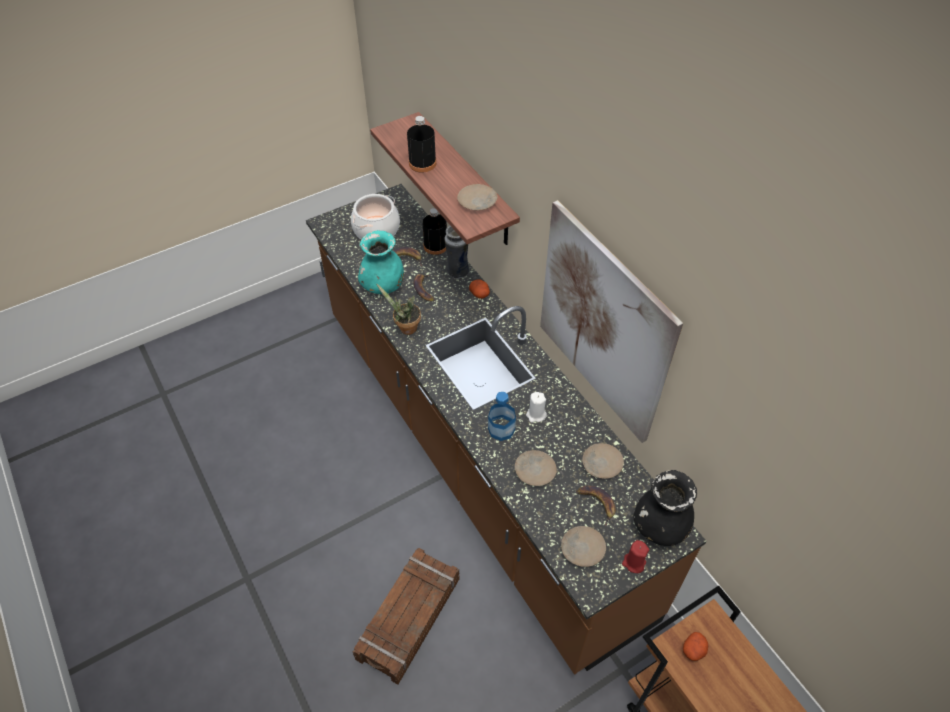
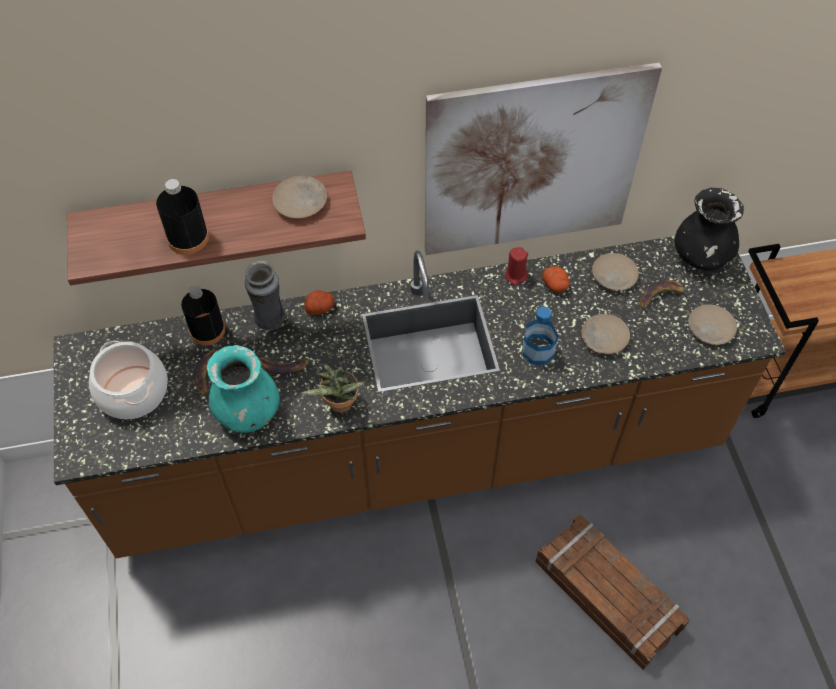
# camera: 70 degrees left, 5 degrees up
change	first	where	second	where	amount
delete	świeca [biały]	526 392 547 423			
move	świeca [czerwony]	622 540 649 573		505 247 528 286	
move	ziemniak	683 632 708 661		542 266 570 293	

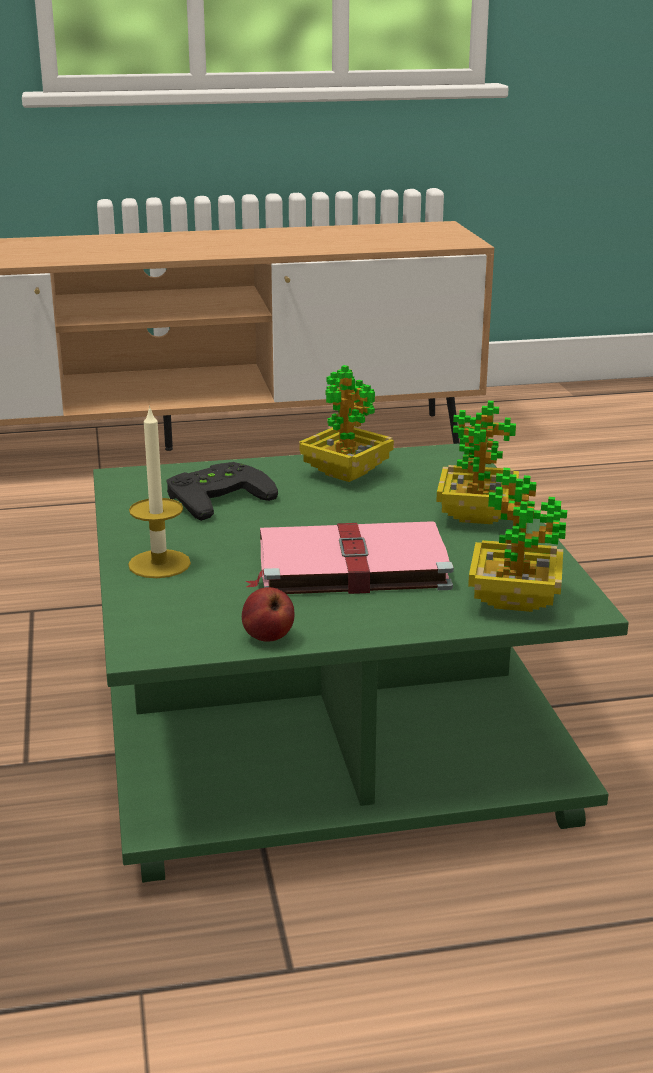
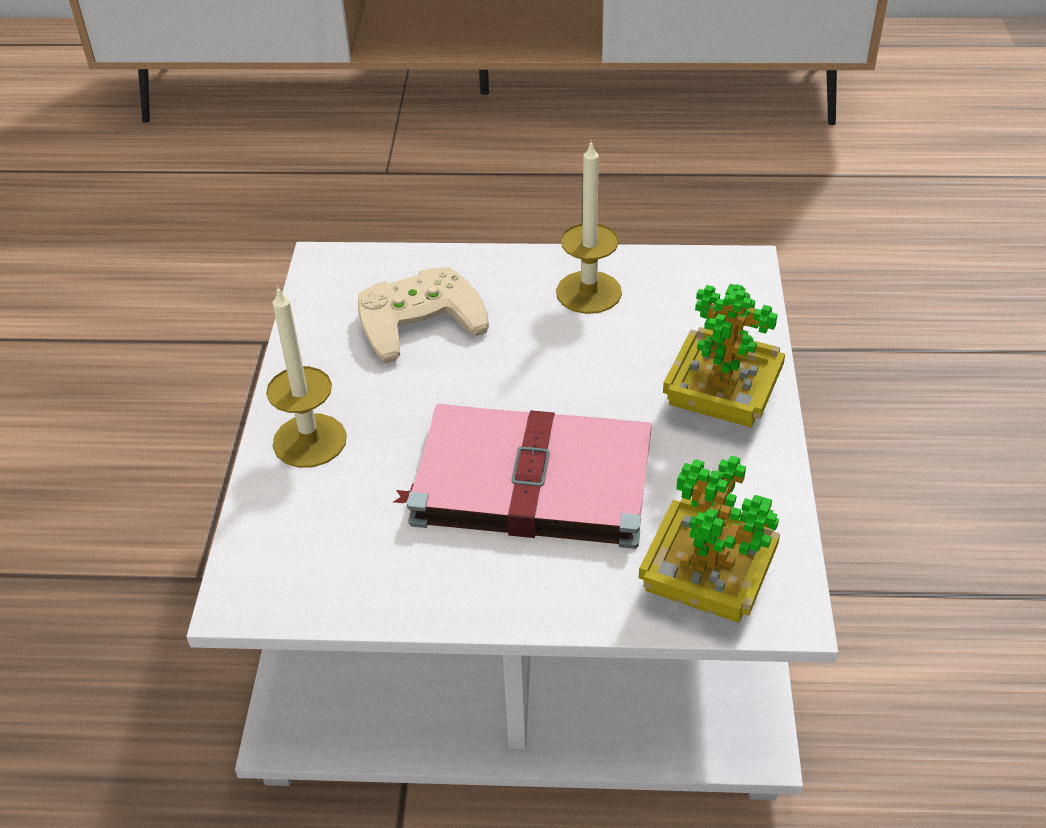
# camera: 15 degrees right, 20 degrees up
change	first	where	second	where	amount
recolor	ława [zielony]	93 443 629 883	ława [biały]	186 242 838 800	
recolor	pad do gier [czarny]	166 462 278 521	pad do gier [beżowy]	358 267 489 364	
delete	jabłko	242 587 294 642			
replace	roślina doniczkowa	299 365 394 482	świeca	556 139 622 314	

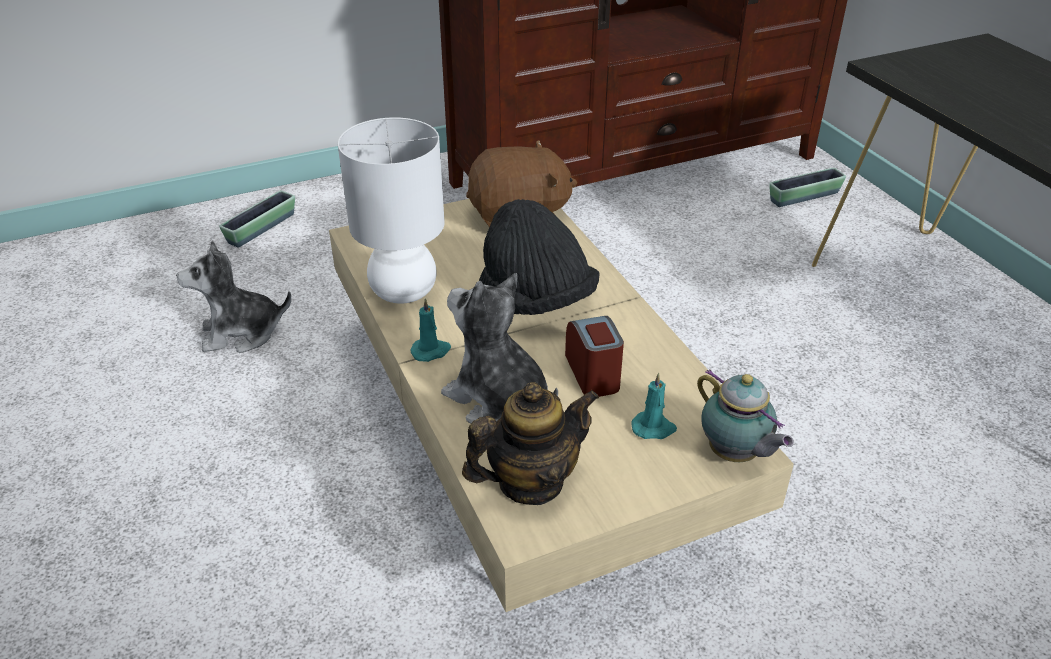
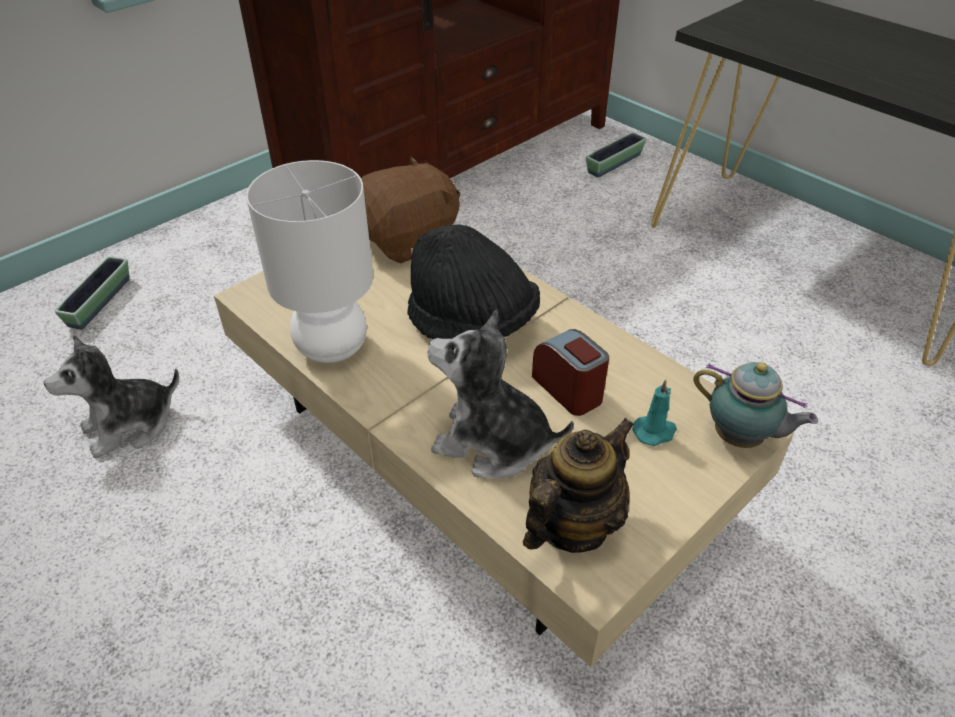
# camera: 20 degrees left, 5 degrees up
change	first	where	second	where	amount
delete	świeca [turkusowy]	410 298 451 362			

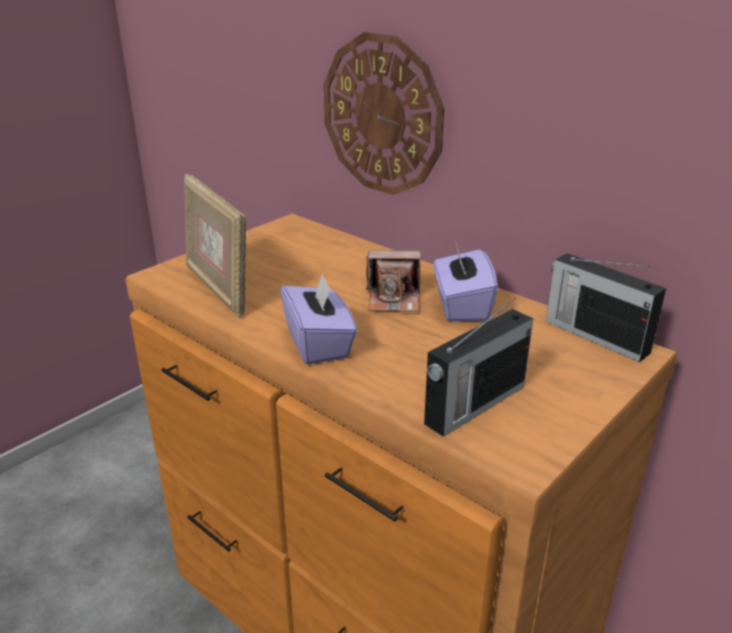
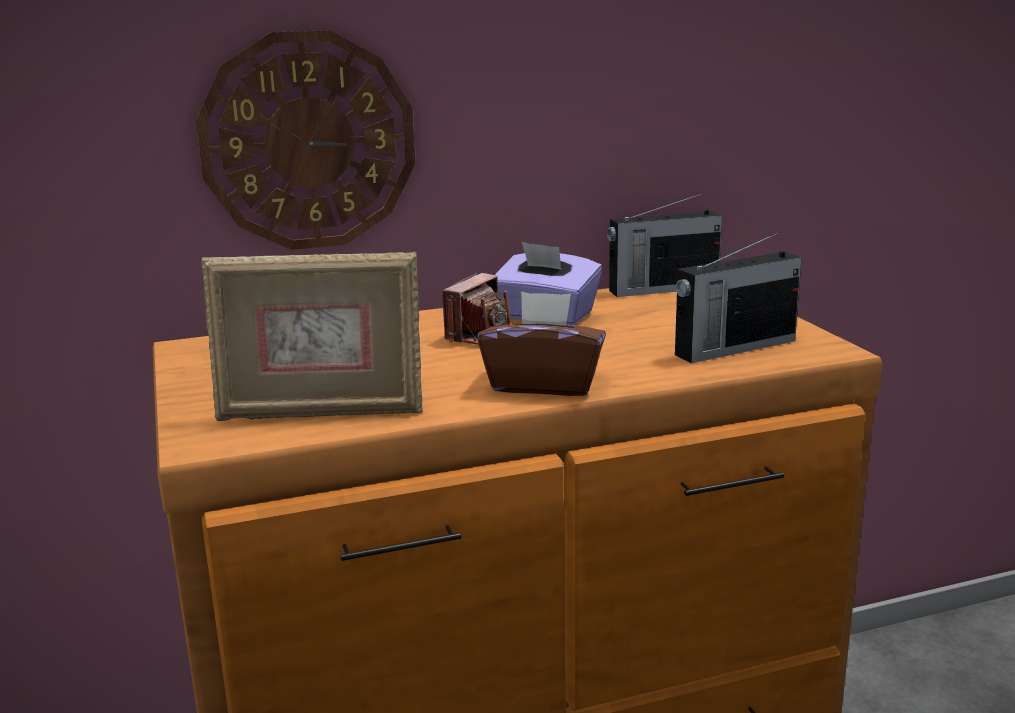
# camera: 60 degrees left, 10 degrees down
change	first	where	second	where	amount
recolor	pudełko chusteczek [fioletowy]	280 272 357 365	pudełko chusteczek [brązowy]	477 292 606 396	
rotate	radio	424 298 533 437		675 232 802 363	75 degrees clockwise

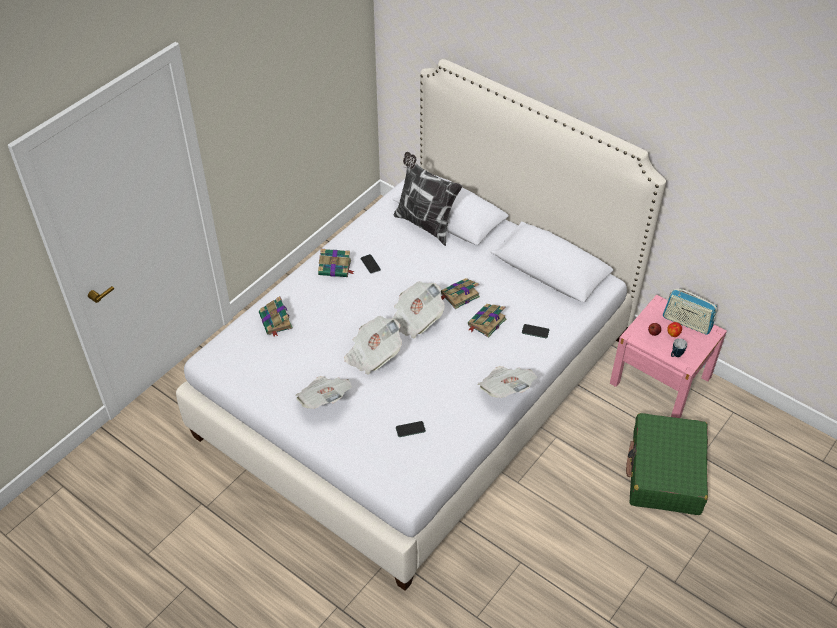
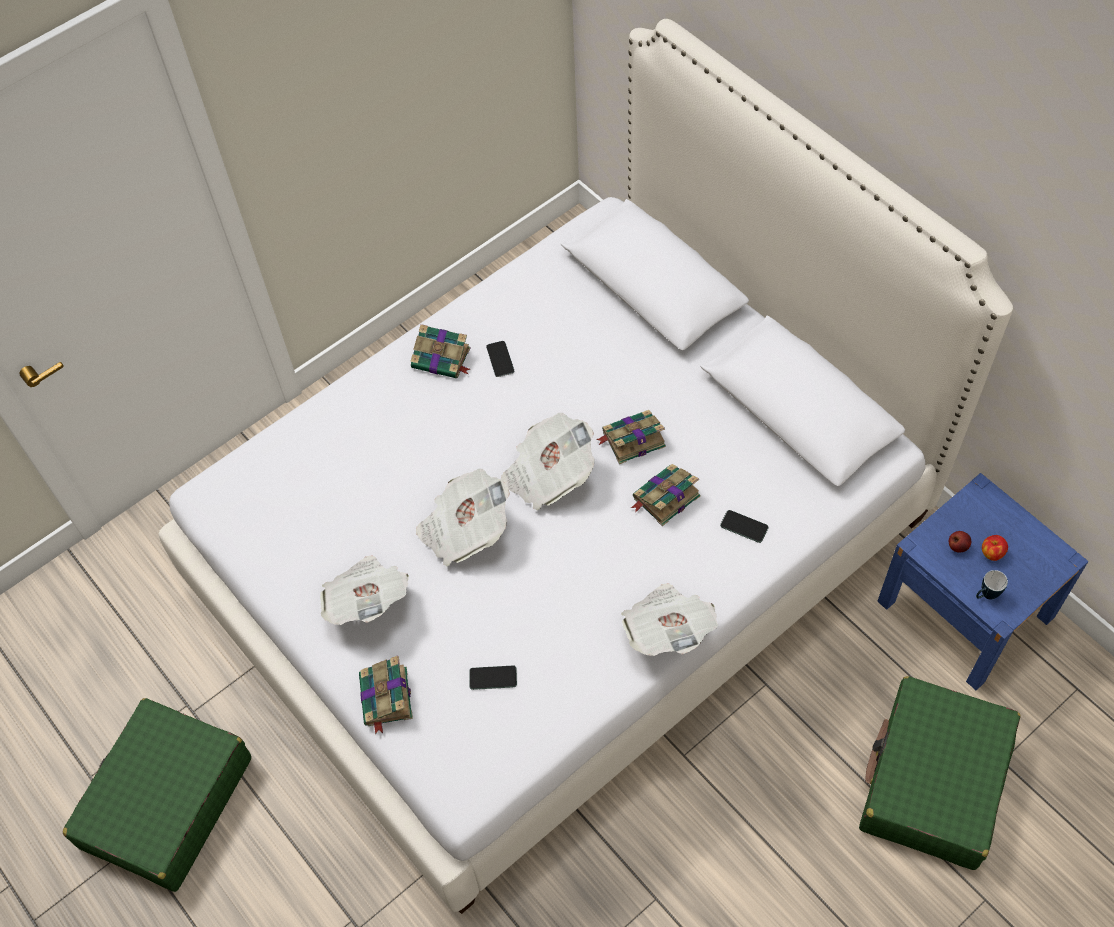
# camera: 15 degrees right, 10 degrees up
change	first	where	second	where	amount
move	książka	259 296 293 336		359 655 413 735	
delete	poduszka	394 152 462 246			
recolor	szafka nocna [różowy]	610 295 727 418	szafka nocna [niebieski]	878 473 1088 690	
delete	radio	663 289 717 334			
insert			walizka [zielony]	63 698 251 892	

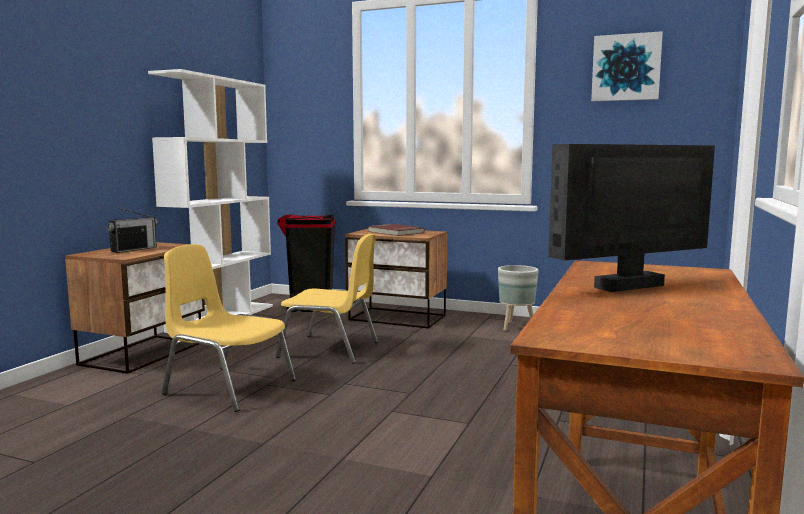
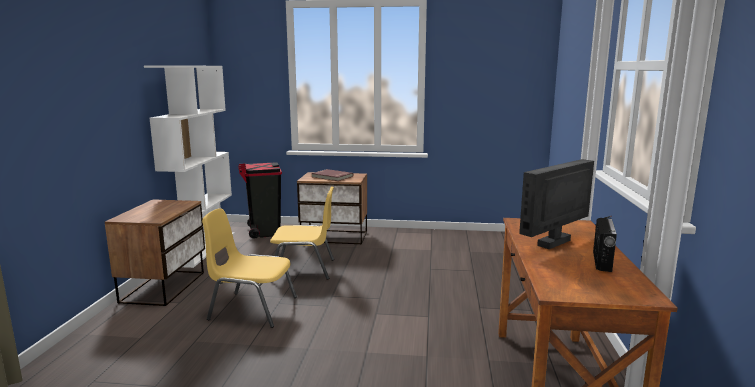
# camera: 15 degrees left, 5 degrees up
change	first	where	second	where	amount
move	radio	107 207 158 253		593 216 617 272	
delete	donica [szary]	498 265 539 331			
delete	obraz	591 31 663 101			

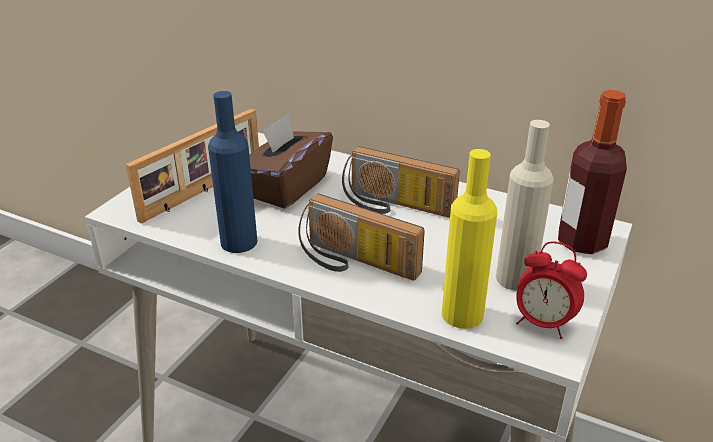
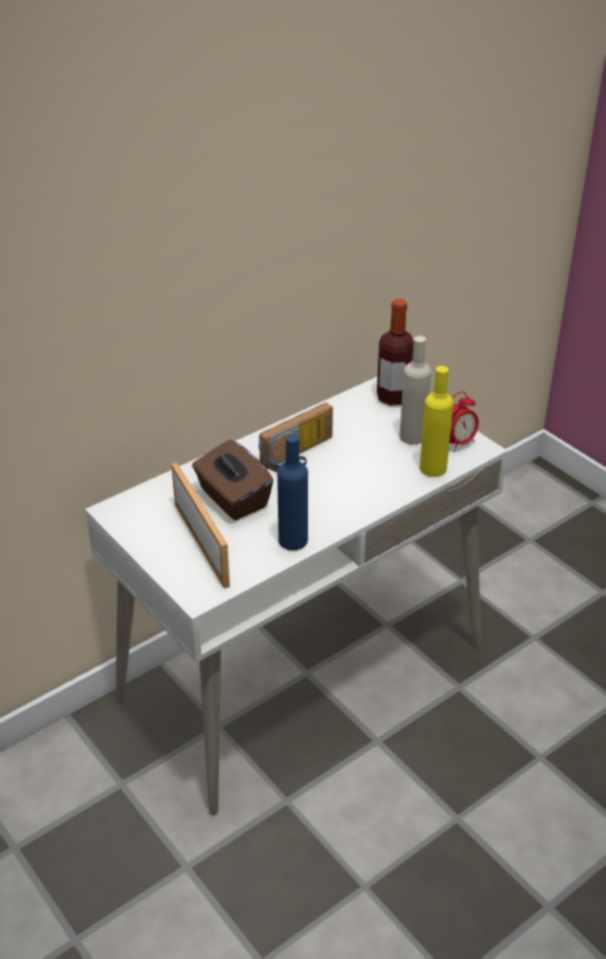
# camera: 65 degrees left, 5 degrees up
change	first	where	second	where	amount
delete	radio	298 193 425 281			

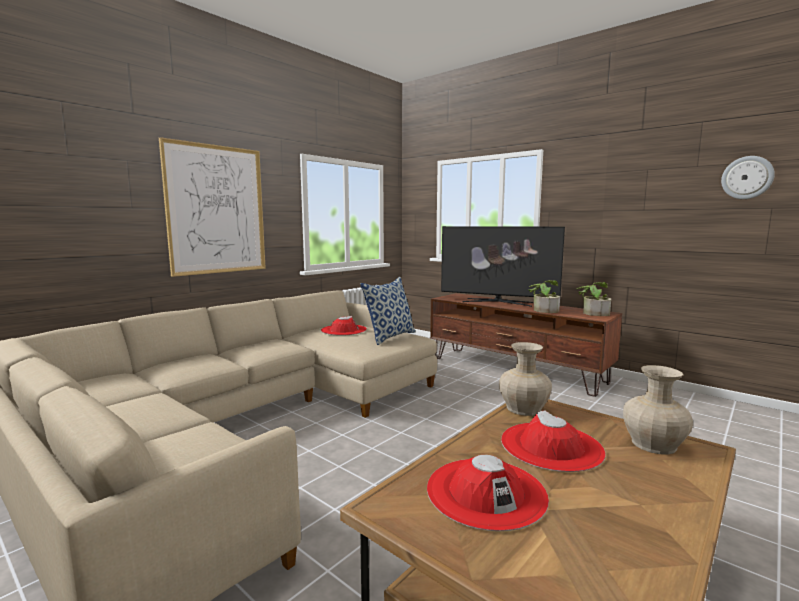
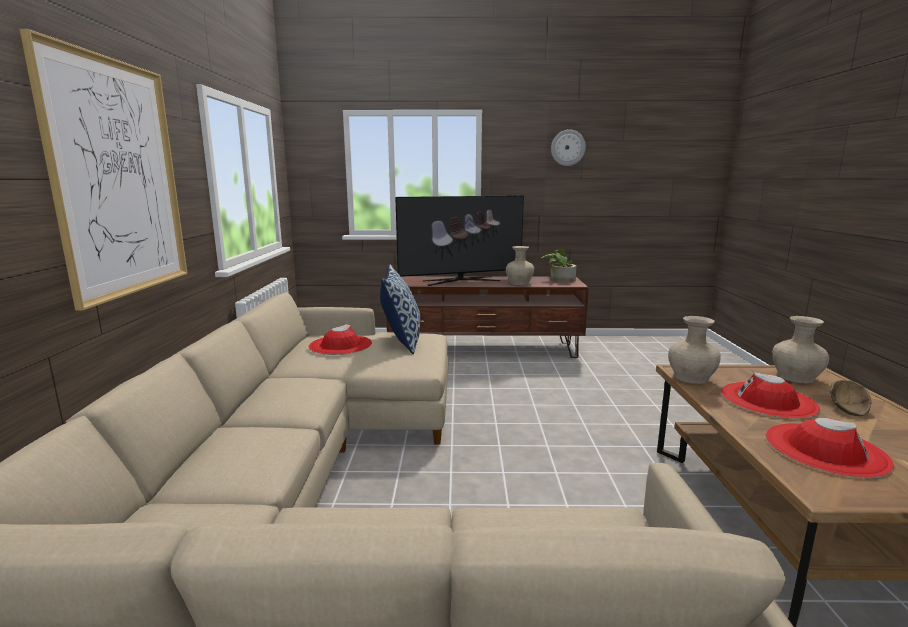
# camera: 40 degrees left, 5 degrees up
change	first	where	second	where	amount
replace	roślina doniczkowa	528 280 560 313	wazon [beżowy]	506 246 534 285	
move	zegar ścienny	721 156 775 199		551 129 586 166	
insert			miska [brązowy]	830 380 871 416	

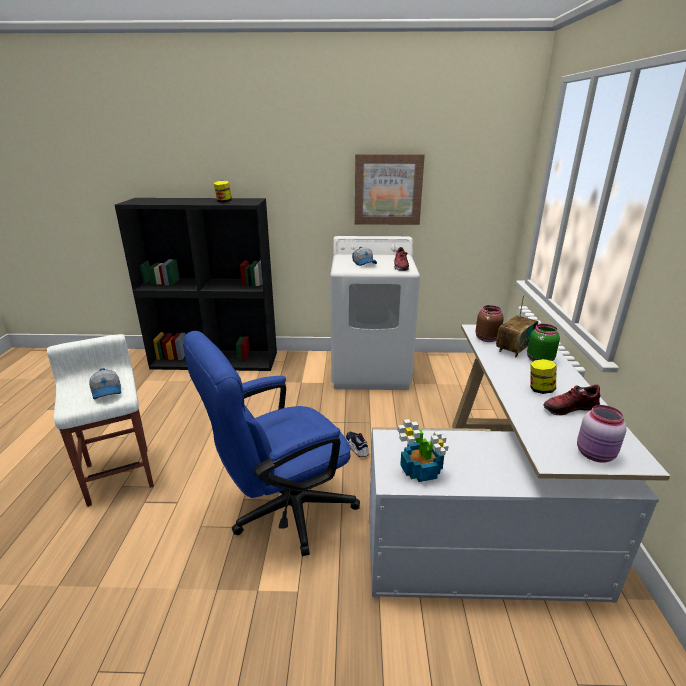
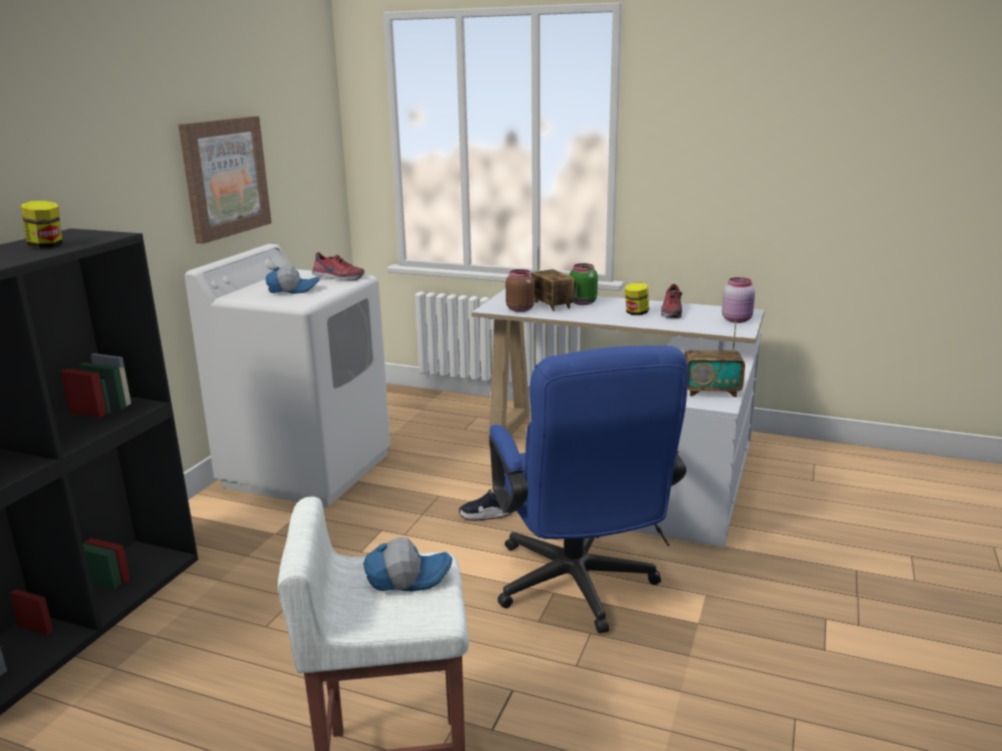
# camera: 70 degrees left, 5 degrees down
change	first	where	second	where	amount
replace	roślina doniczkowa	398 419 448 482	radio	684 321 745 397	

